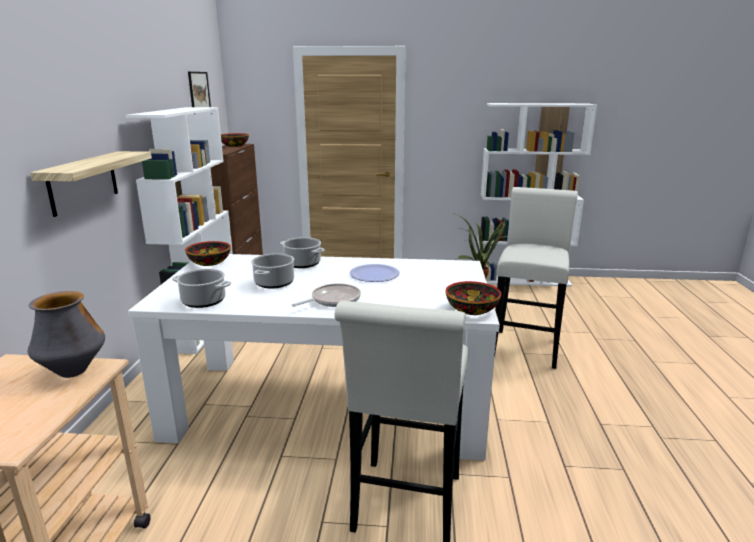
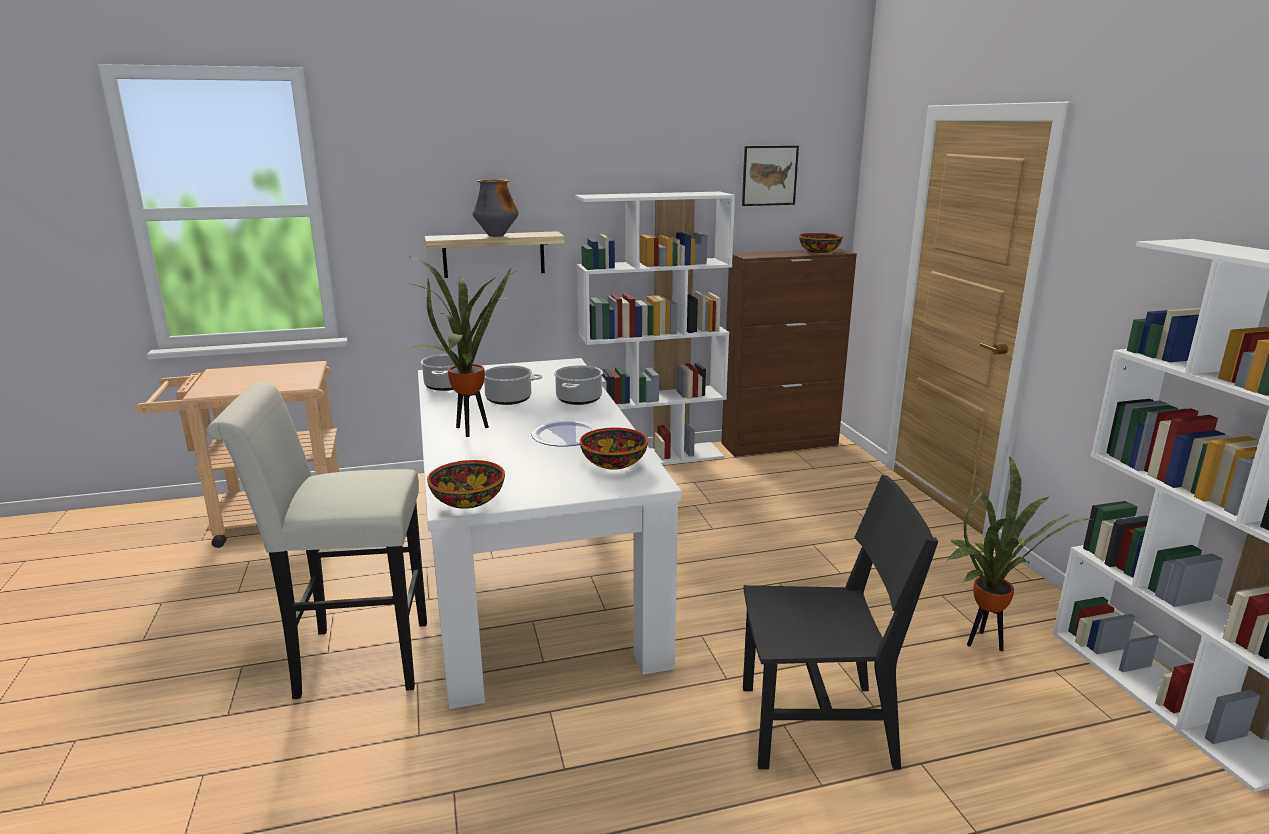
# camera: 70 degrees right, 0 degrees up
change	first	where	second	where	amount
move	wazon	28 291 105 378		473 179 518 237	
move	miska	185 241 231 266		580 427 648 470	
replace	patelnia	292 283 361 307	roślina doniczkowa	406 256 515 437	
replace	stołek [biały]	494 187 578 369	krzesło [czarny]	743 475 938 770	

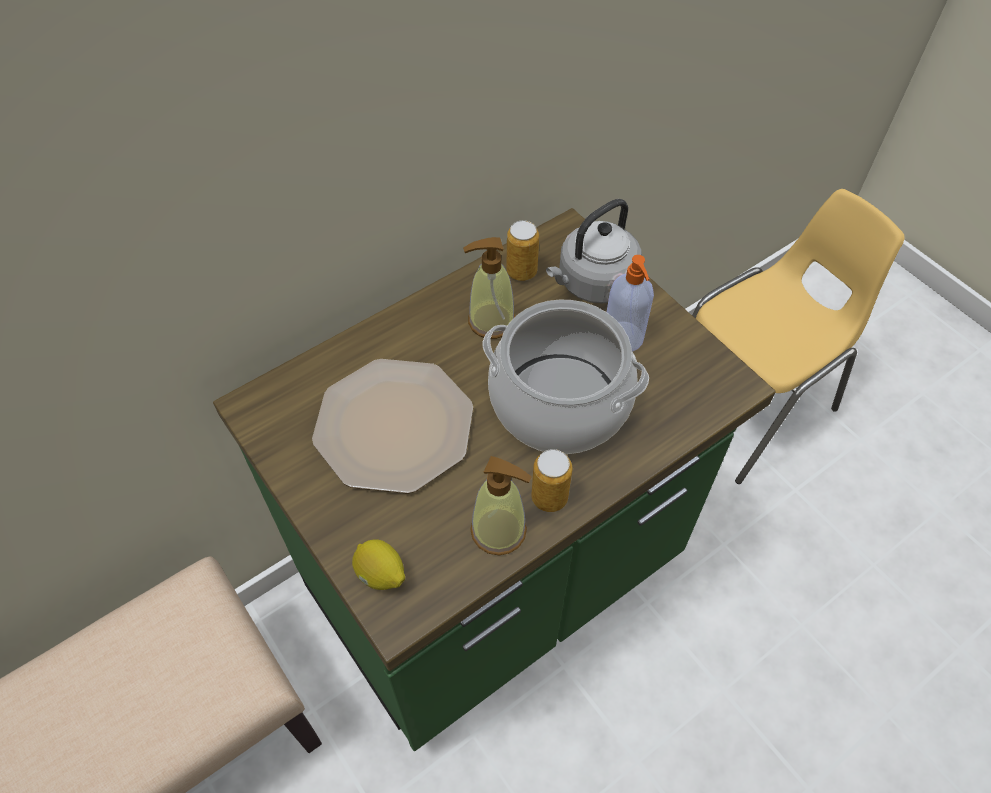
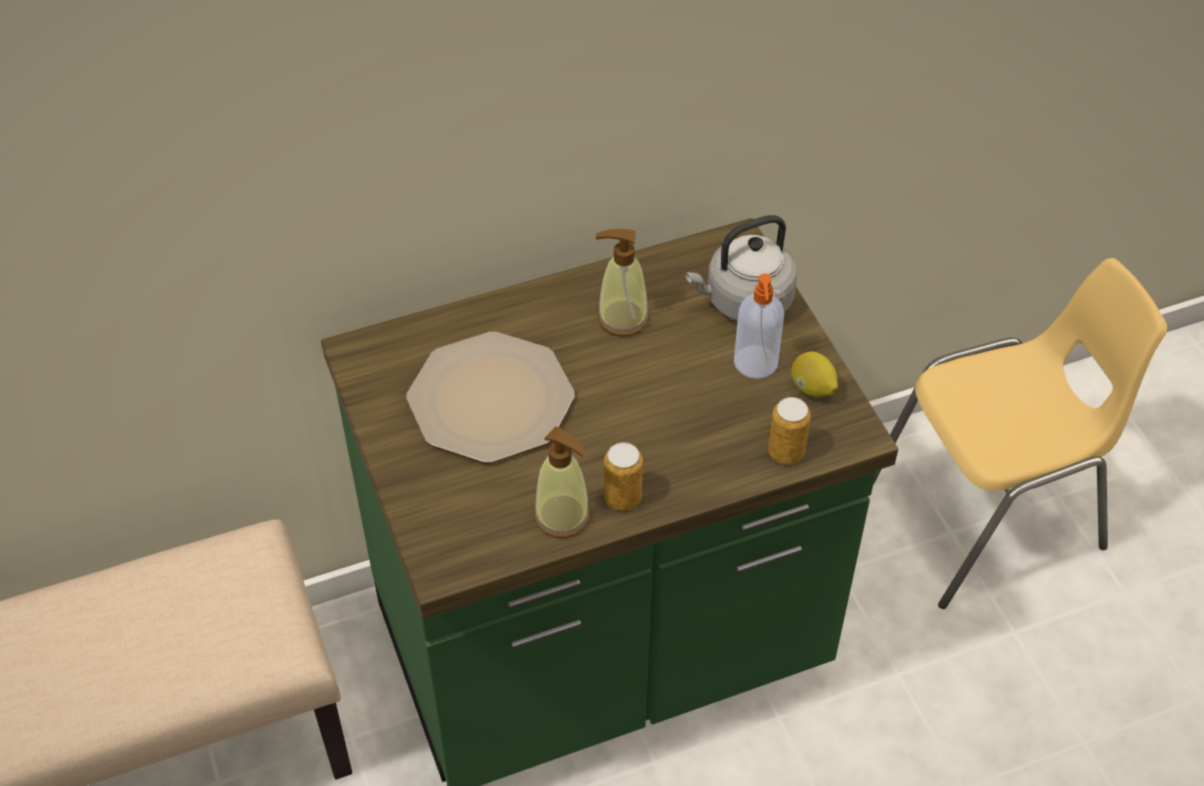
# camera: 15 degrees right, 5 degrees down
change	first	where	second	where	amount
move	cytryna	352 539 405 590		791 352 838 397	
delete	garnek	482 300 649 454			
move	puszka	506 220 539 281		768 397 811 465	

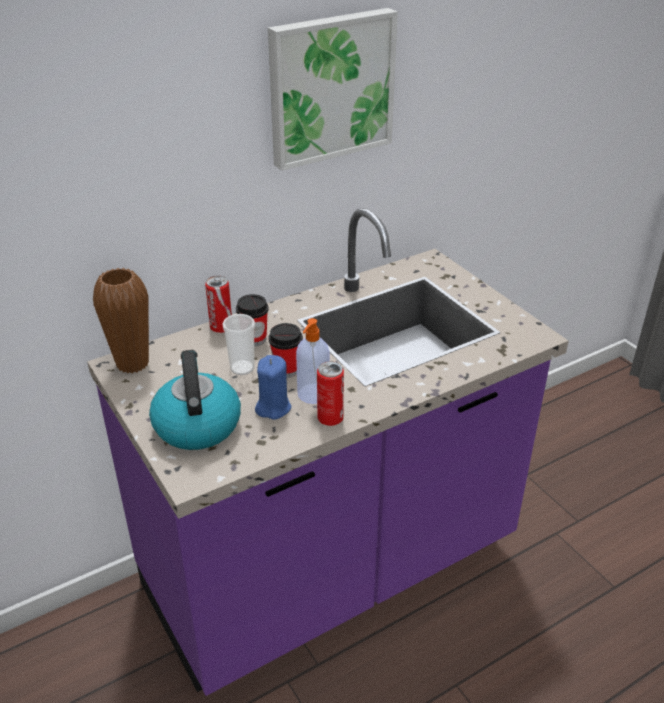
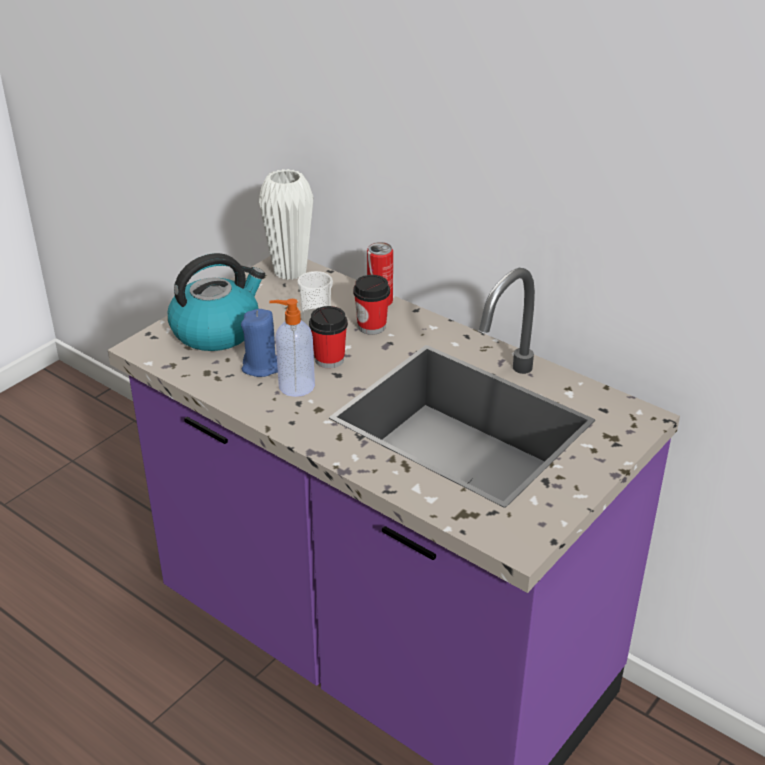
# camera: 70 degrees right, 0 degrees up
change	first	where	second	where	amount
recolor	wazon [brązowy]	93 268 149 373	wazon [biały]	259 169 313 280	
delete	obraz	268 8 398 171			
delete	puszka	317 361 344 426			

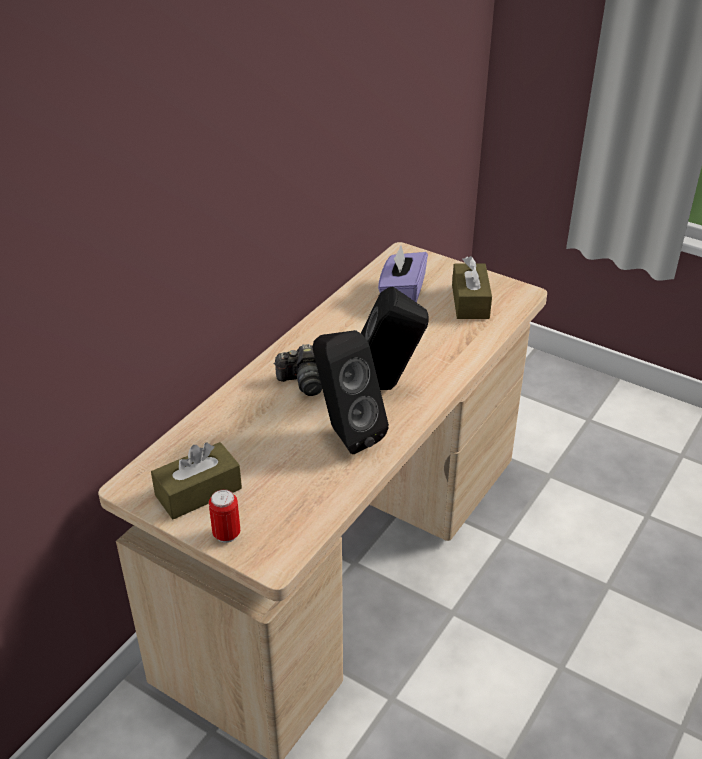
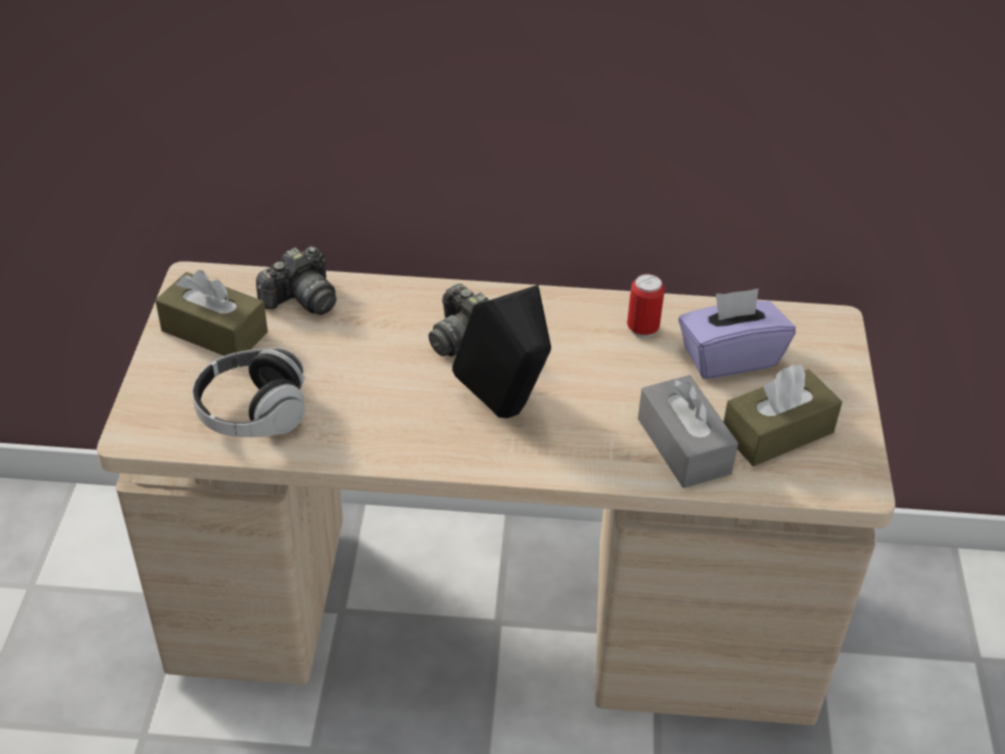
# camera: 60 degrees right, 5 degrees up
change	first	where	second	where	amount
move	puszka	209 489 240 543		627 274 665 338	
delete	głośnik [czarny]	312 330 389 454			
insert			słuchawki	192 348 306 437	
insert			aparat fotograficzny	256 246 336 315	
insert			pudełko chusteczek [szary]	638 375 738 488	

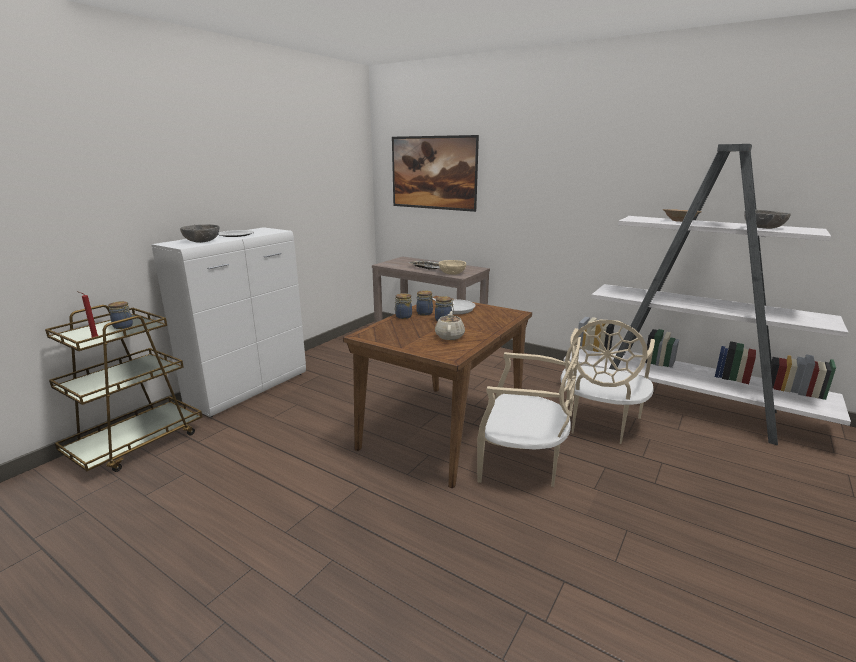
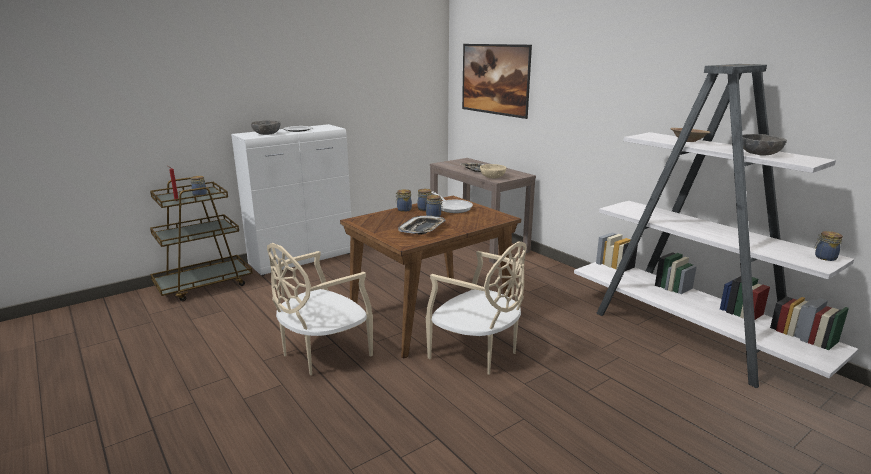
# camera: 20 degrees right, 0 degrees up
change	first	where	second	where	amount
replace	imbryk [beżowy]	435 311 465 340	taca	398 216 446 235	
move	krzesło [beżowy]	561 320 655 444		267 243 373 375	
insert			słoik	814 231 843 261	

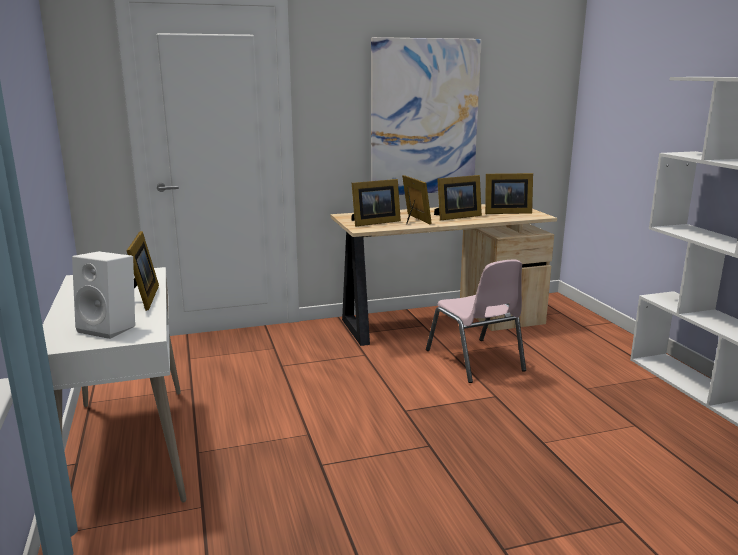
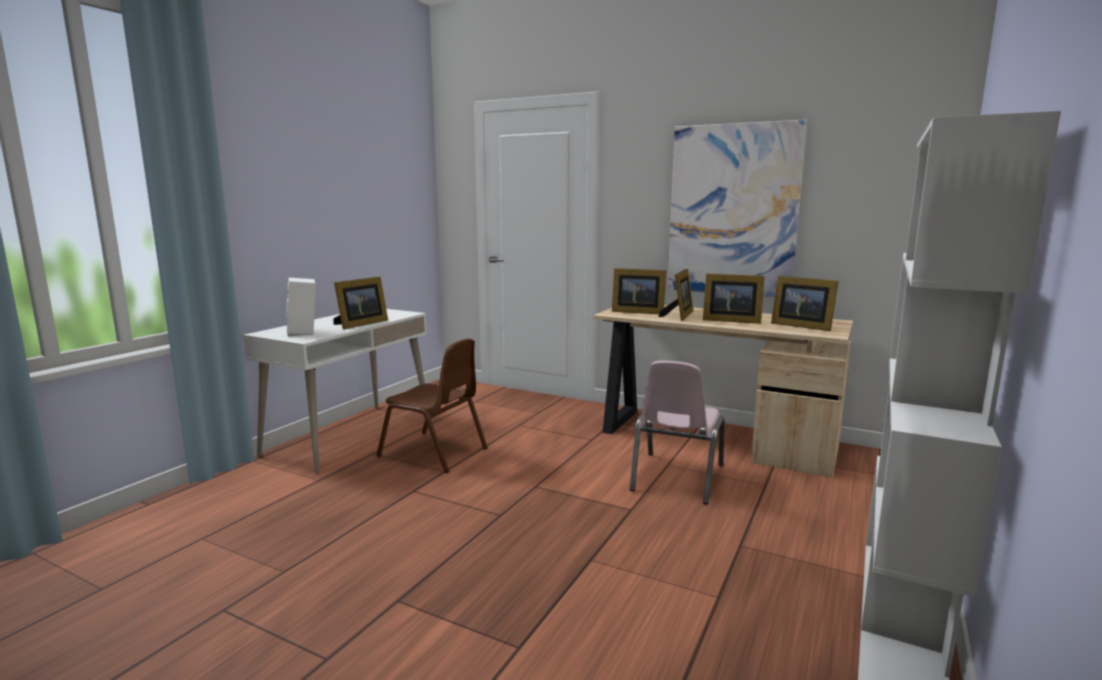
# camera: 45 degrees right, 5 degrees down
change	first	where	second	where	amount
insert			krzesło [brązowy]	377 338 488 473	

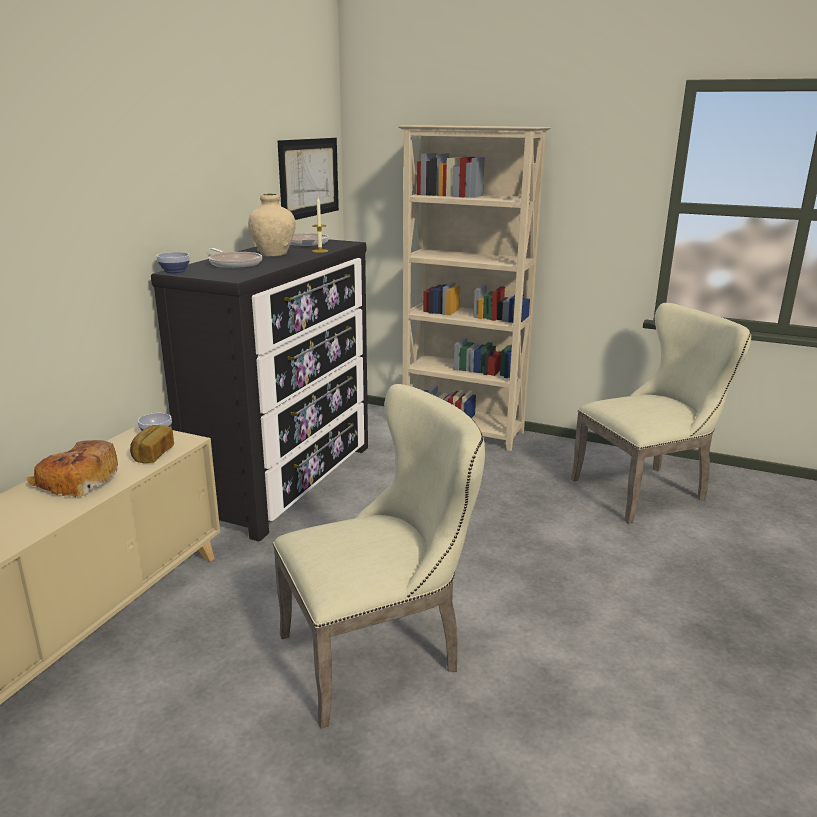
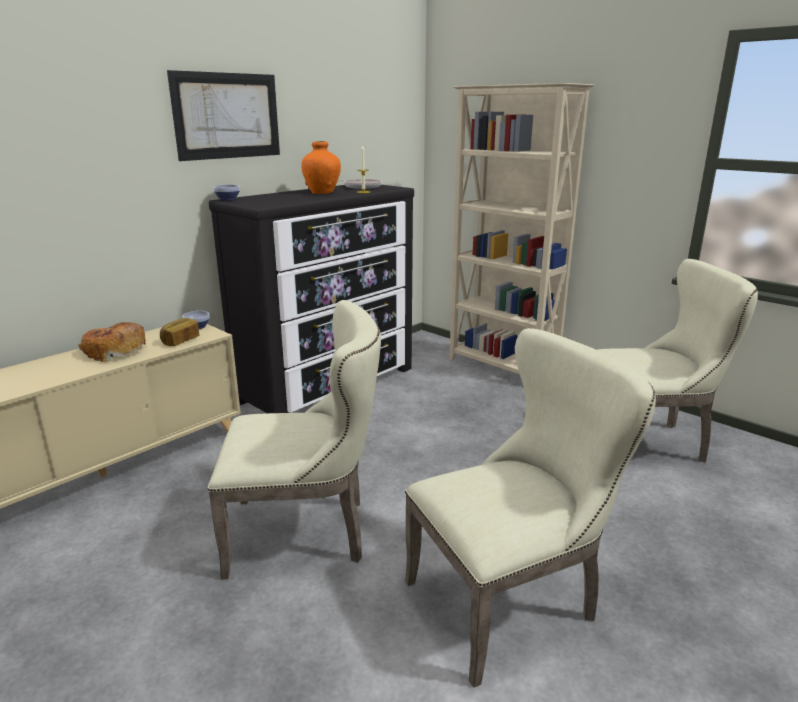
# camera: 20 degrees right, 0 degrees up
change	first	where	second	where	amount
delete	patelnia	209 248 262 268			
recolor	wazon [beżowy]	248 193 296 256	wazon [pomarańczowy]	301 141 341 194	
move	obraz	278 138 339 220		167 70 280 161	
insert			krzesło [beżowy]	405 328 656 688	

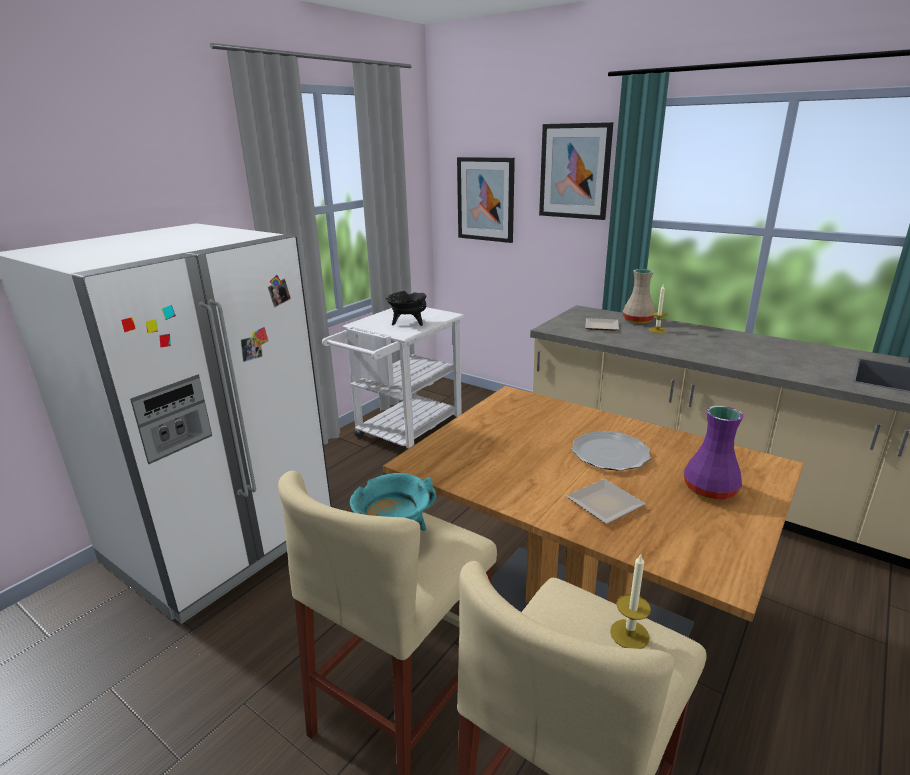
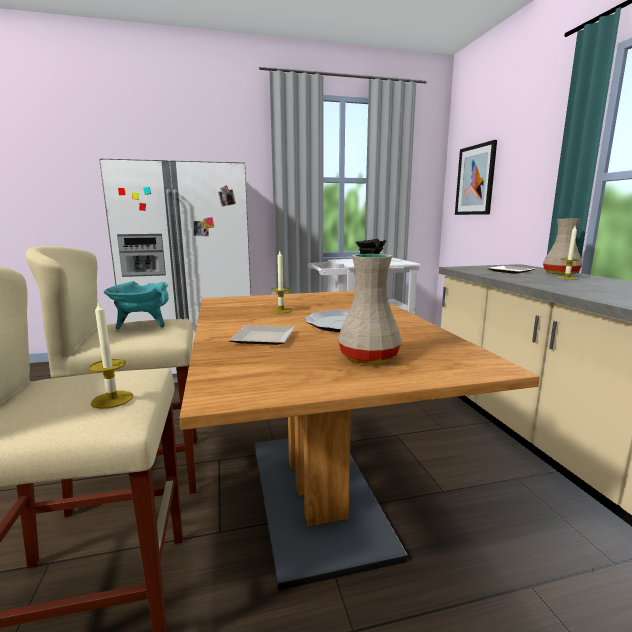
# camera: 40 degrees right, 10 degrees down
change	first	where	second	where	amount
delete	obraz	539 122 613 220			
recolor	wazon [fioletowy]	684 406 743 500	wazon [beżowy]	338 254 402 364	
insert			świeca	270 251 293 313	

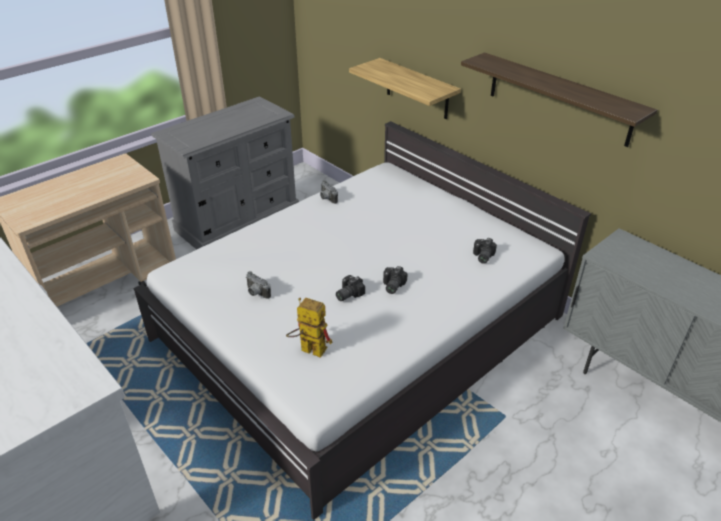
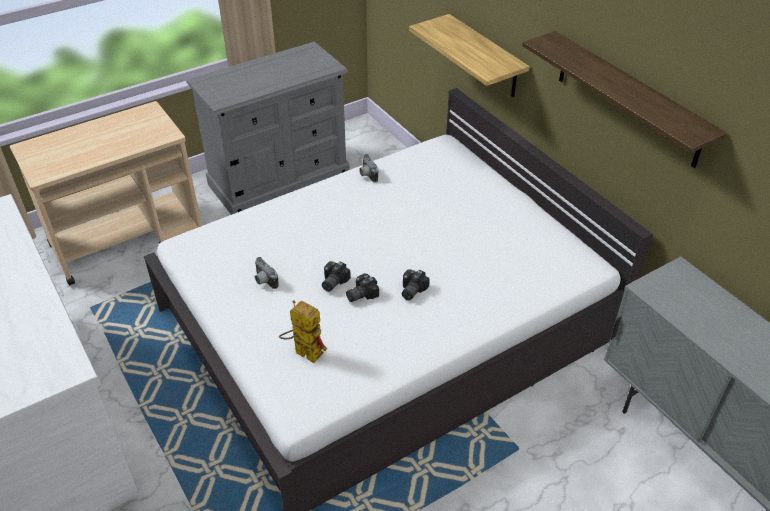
# camera: 10 degrees right, 5 degrees up
change	first	where	second	where	amount
move	aparat fotograficzny	473 238 497 264		322 261 351 292	

